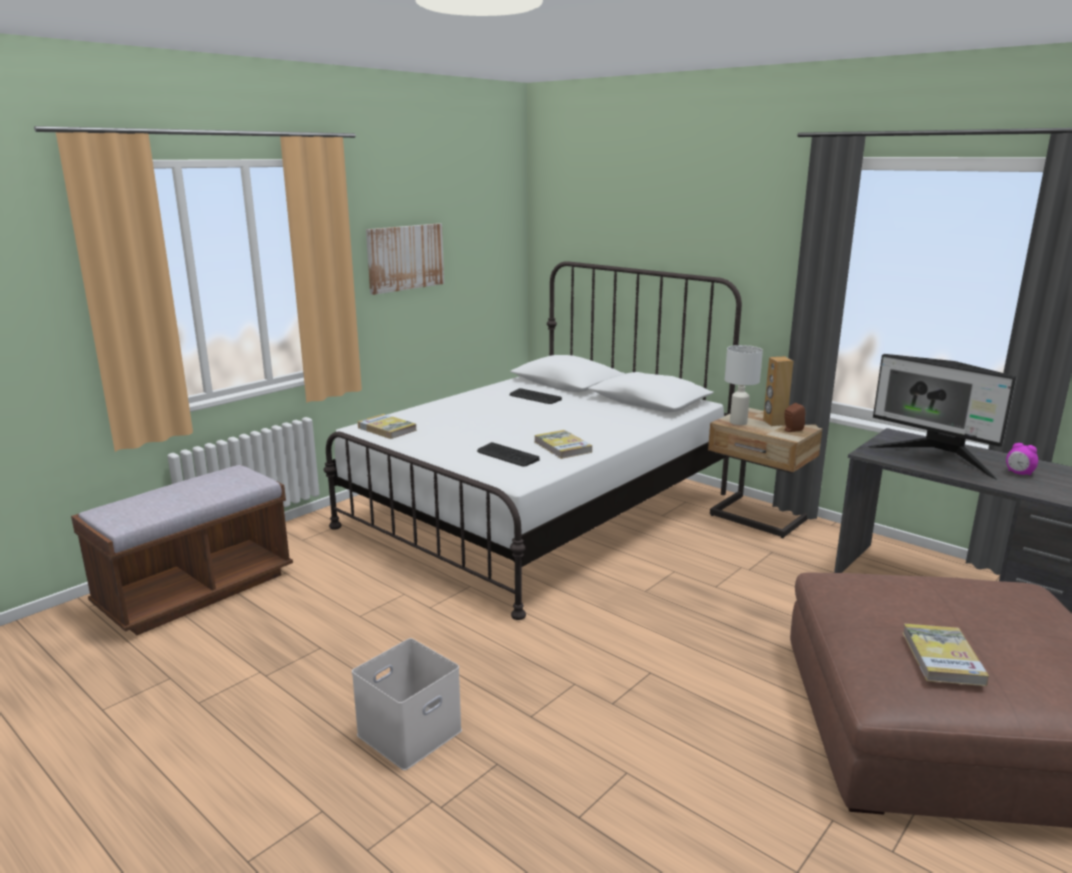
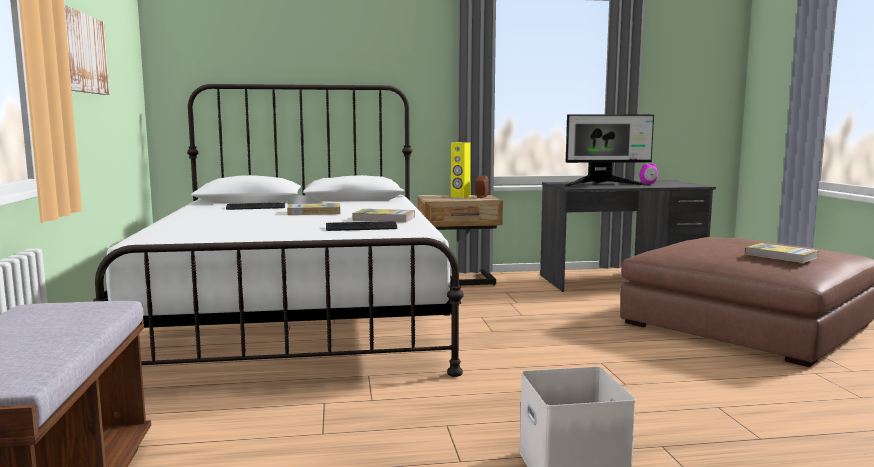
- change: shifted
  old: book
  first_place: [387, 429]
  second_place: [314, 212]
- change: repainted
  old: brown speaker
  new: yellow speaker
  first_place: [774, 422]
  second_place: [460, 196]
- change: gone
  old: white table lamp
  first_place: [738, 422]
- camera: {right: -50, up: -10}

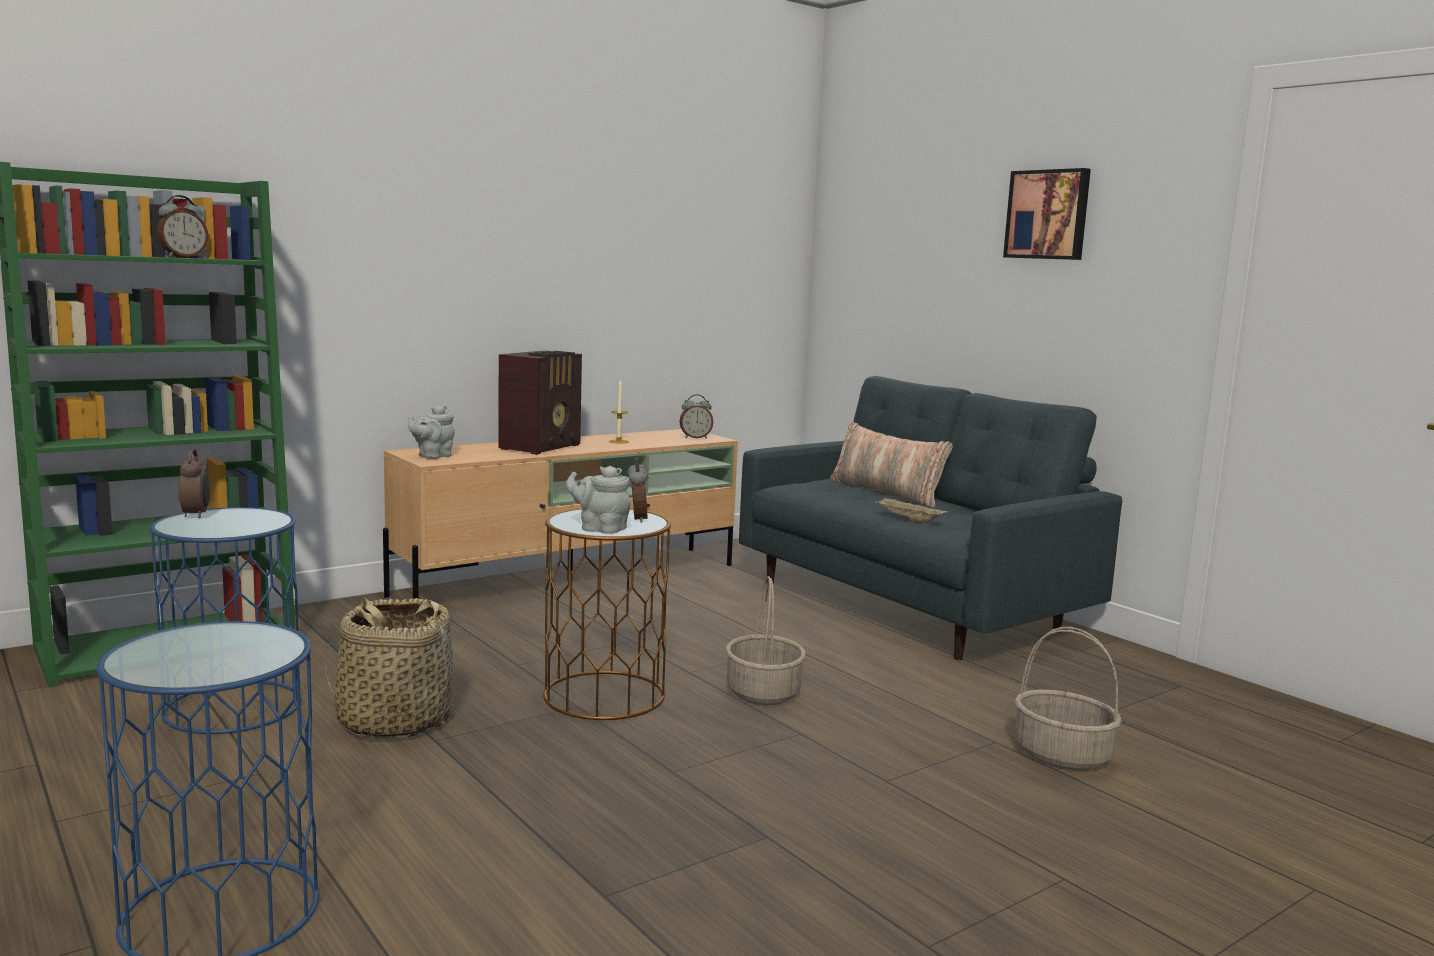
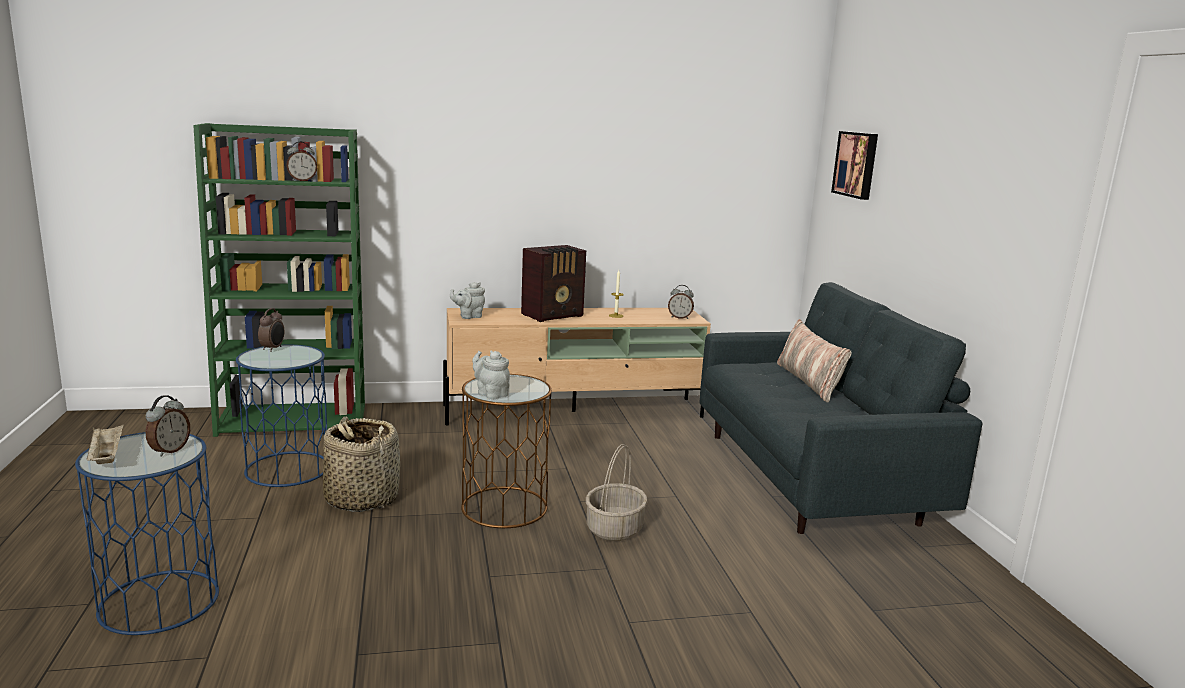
- change: shifted
  old: beige tray
  first_place: [908, 520]
  second_place: [106, 456]
- change: shifted
  old: alarm clock
  first_place: [636, 519]
  second_place: [169, 451]
- change: shifted
  old: picture
  first_place: [1048, 215]
  second_place: [857, 164]
- change: gone
  old: basket
  first_place: [1063, 755]
- camera: {right: 25, up: 5}

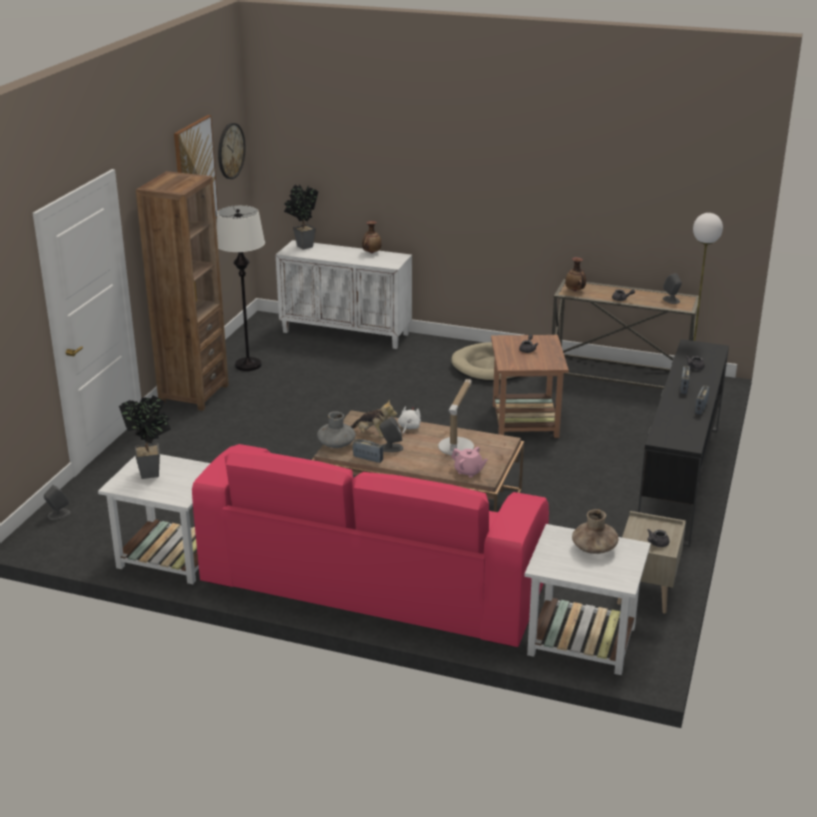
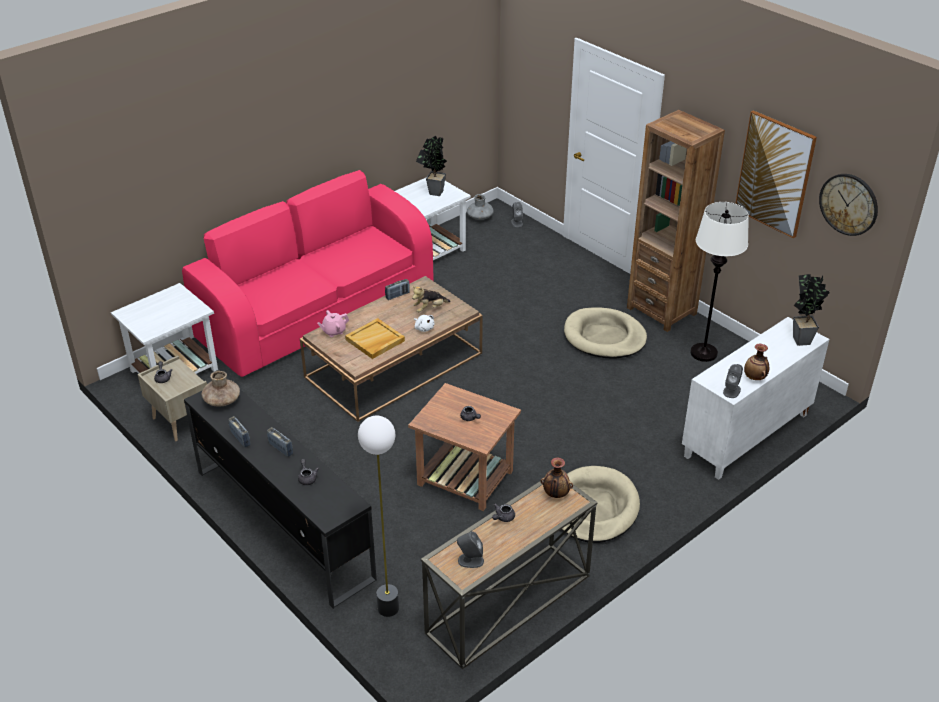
- change: shifted
  old: brown vase
  first_place: [594, 548]
  second_place: [222, 400]
- change: swapped
  old: table lamp
  new: beige tray
  first_place: [457, 445]
  second_place: [375, 341]
- change: shifted
  old: grey vase
  first_place: [336, 444]
  second_place: [480, 217]
- change: new
  new: beige dog bed
  second_place: [604, 337]
- change: shifted
  old: grey speaker
  first_place: [391, 448]
  second_place: [732, 391]
- camera: {right: 120, up: 10}

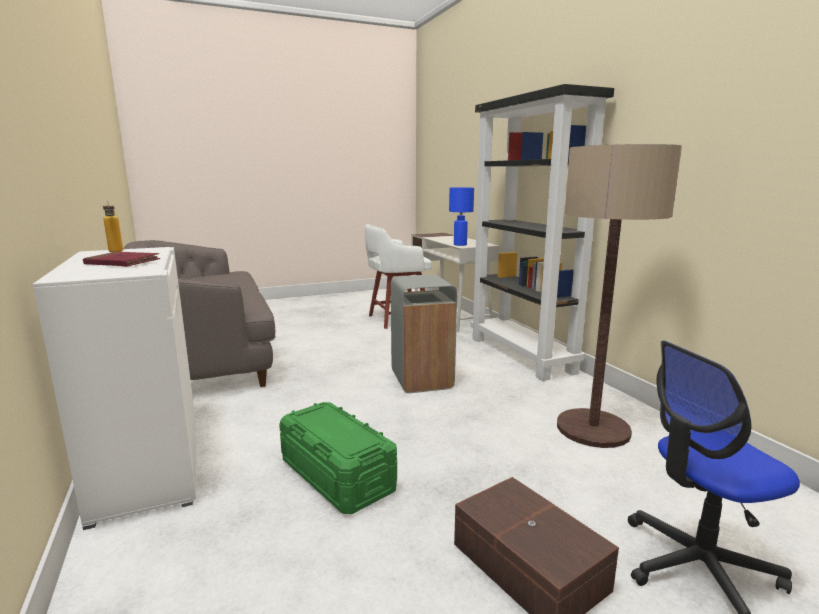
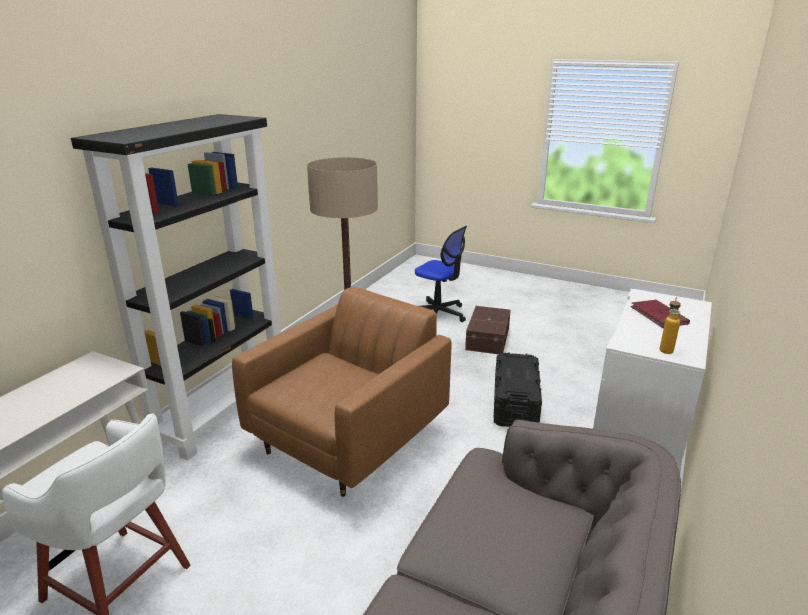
- change: swapped
  old: grey trash can
  new: brown armchair
  first_place: [421, 380]
  second_place: [349, 439]
- change: repainted
  old: green storage box
  new: black storage box
  first_place: [337, 475]
  second_place: [515, 403]
- change: gone
  old: blue table lamp
  first_place: [460, 245]
- camera: {right: -130, up: 10}

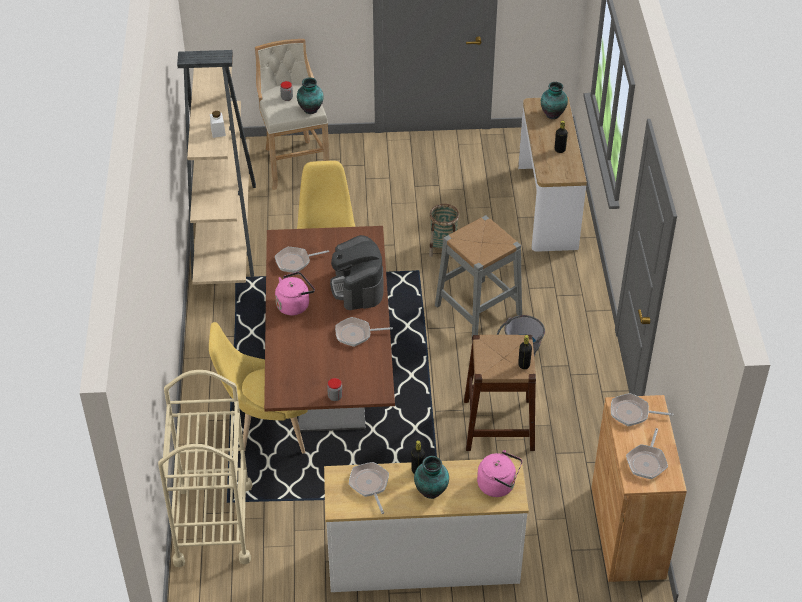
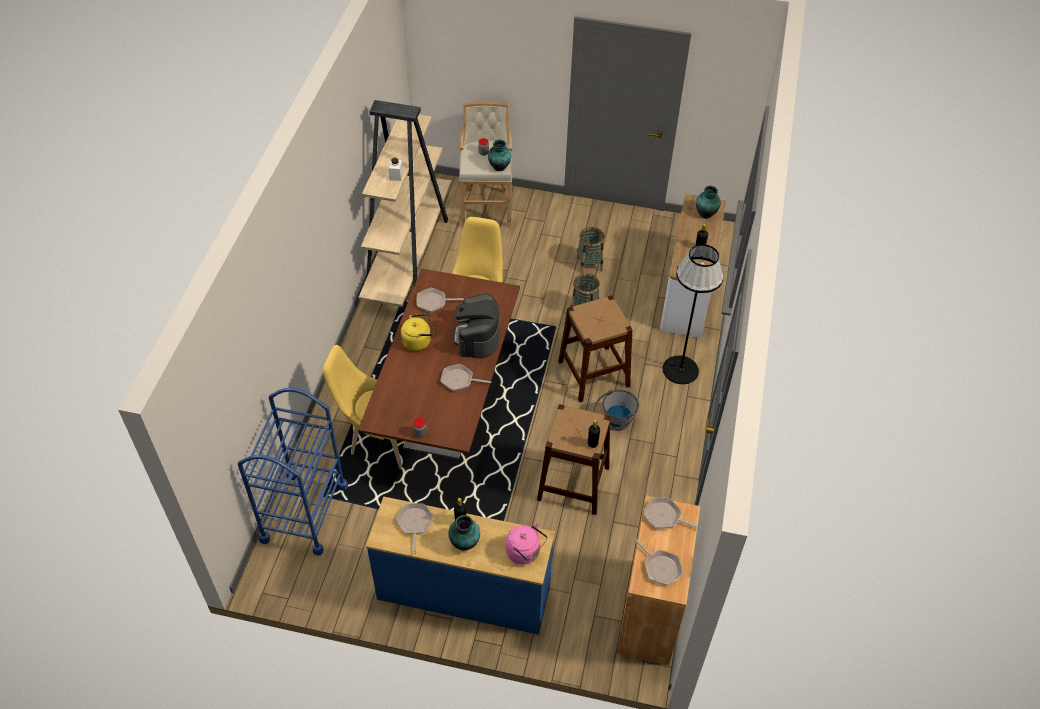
- change: repainted
  old: beige cart
  new: blue cart
  first_place: [213, 524]
  second_place: [304, 512]
- change: repainted
  old: white dresser
  new: blue dresser
  first_place: [423, 563]
  second_place: [463, 593]
- change: repainted
  old: pink kettle
  new: yellow kettle
  first_place: [294, 305]
  second_place: [418, 341]
- change: repainted
  old: grey stool
  new: brown stool
  first_place: [478, 309]
  second_place: [594, 373]
- change: new
  new: basket
  second_place: [589, 264]
- change: rotated
  old: frying pan
  first_place: [647, 462]
  second_place: [660, 567]
  degrees: -75
- change: new
  new: black floor lamp
  second_place: [680, 370]
- camera: {right: 15, up: 5}

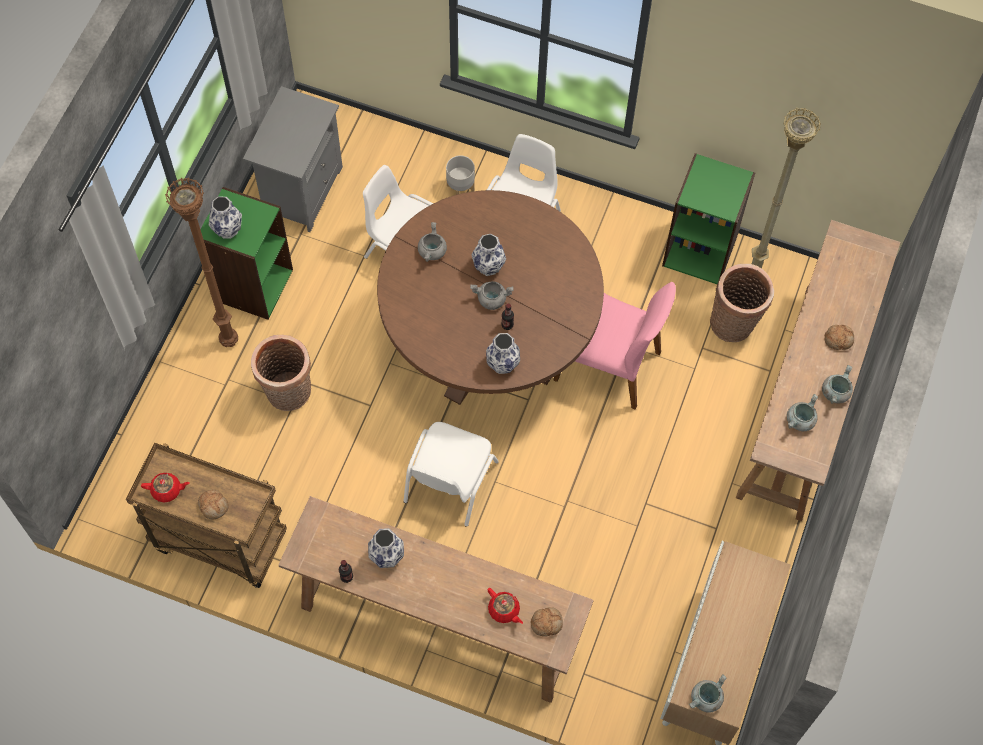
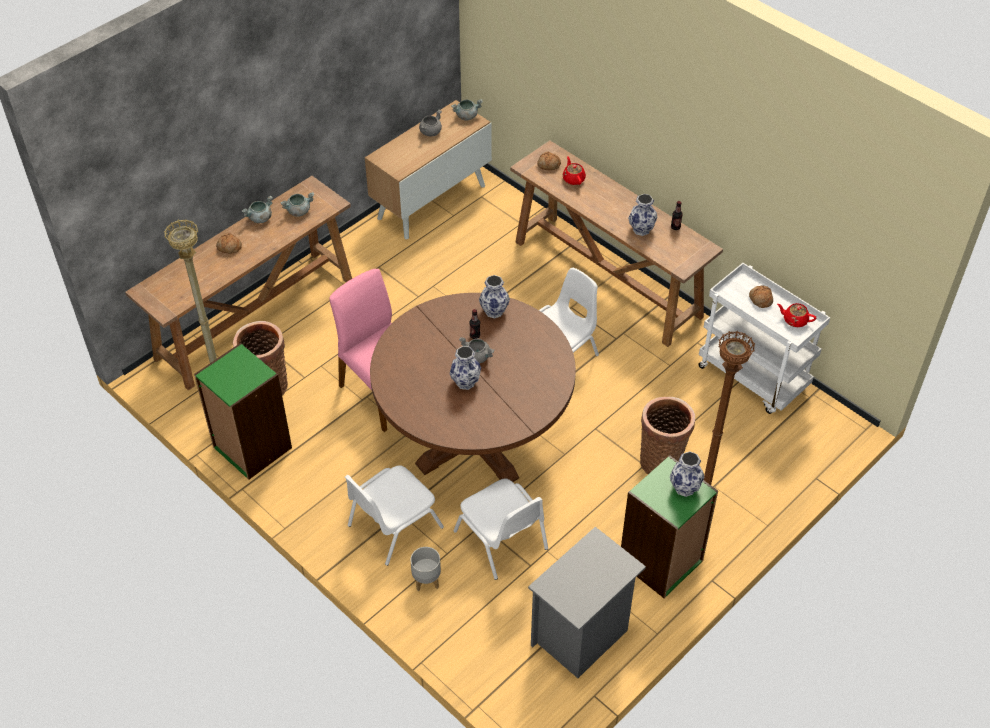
- change: shifted
  old: grey cooking pot
  first_place: [432, 252]
  second_place: [430, 132]
- change: repainted
  old: brown cart
  new: white cart
  first_place: [218, 541]
  second_place: [754, 377]
- camera: {right: -155, up: -15}

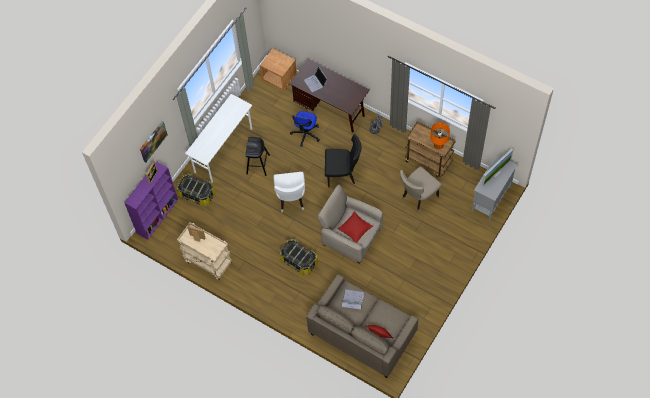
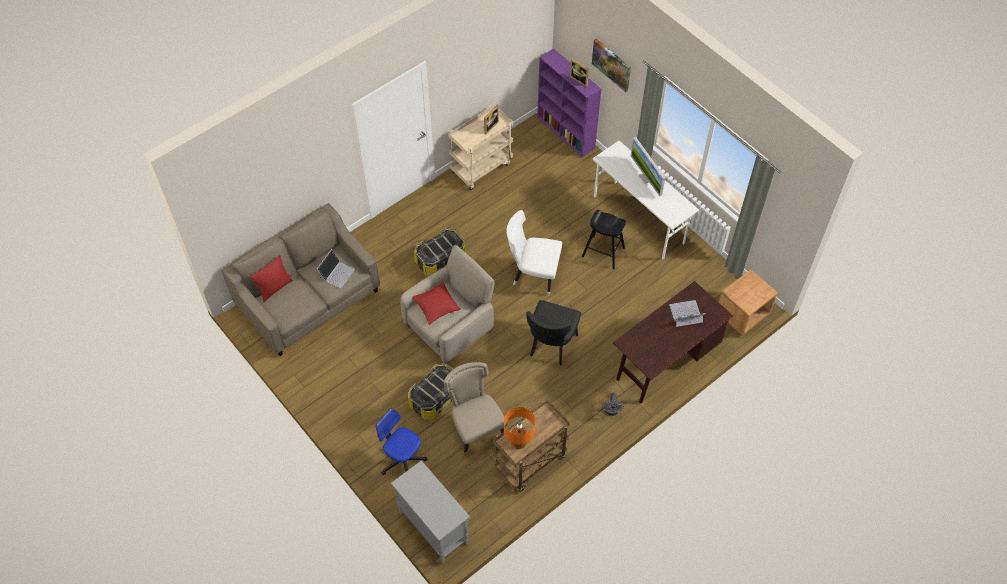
- change: shifted
  old: office chair
  first_place: [306, 134]
  second_place: [402, 460]
- change: shifted
  old: storage box
  first_place: [197, 194]
  second_place: [435, 398]
- change: shifted
  old: monitor
  first_place: [495, 173]
  second_place: [646, 178]
- camera: {right: 105, up: -5}

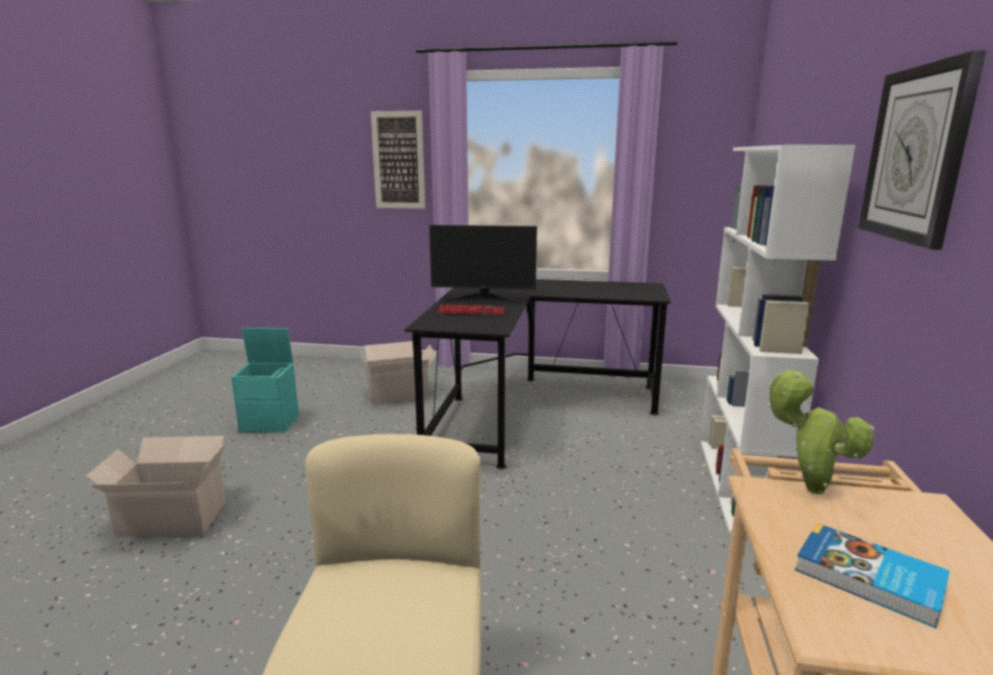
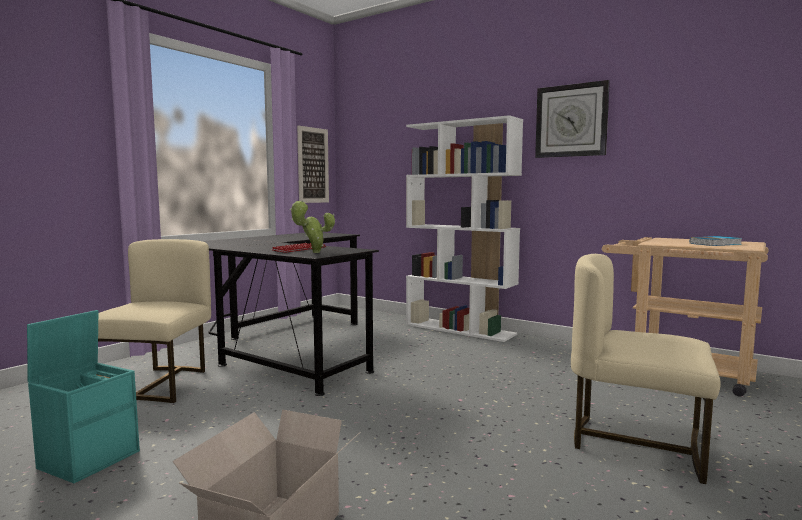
- change: swapped
  old: cardboard box
  new: beige chair
  first_place: [400, 394]
  second_place: [158, 384]
- change: shifted
  old: potted plant
  first_place: [807, 488]
  second_place: [313, 252]
- change: shifted
  old: picture
  first_place: [398, 160]
  second_place: [313, 165]
- change: gone
  old: monitor
  first_place: [483, 298]
- camera: {right: -65, up: -10}

